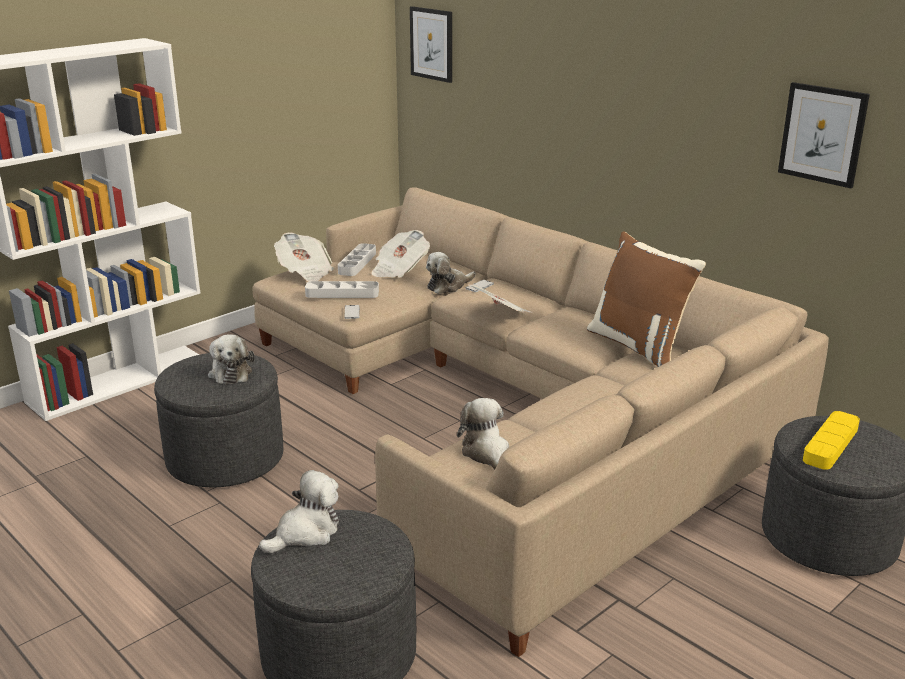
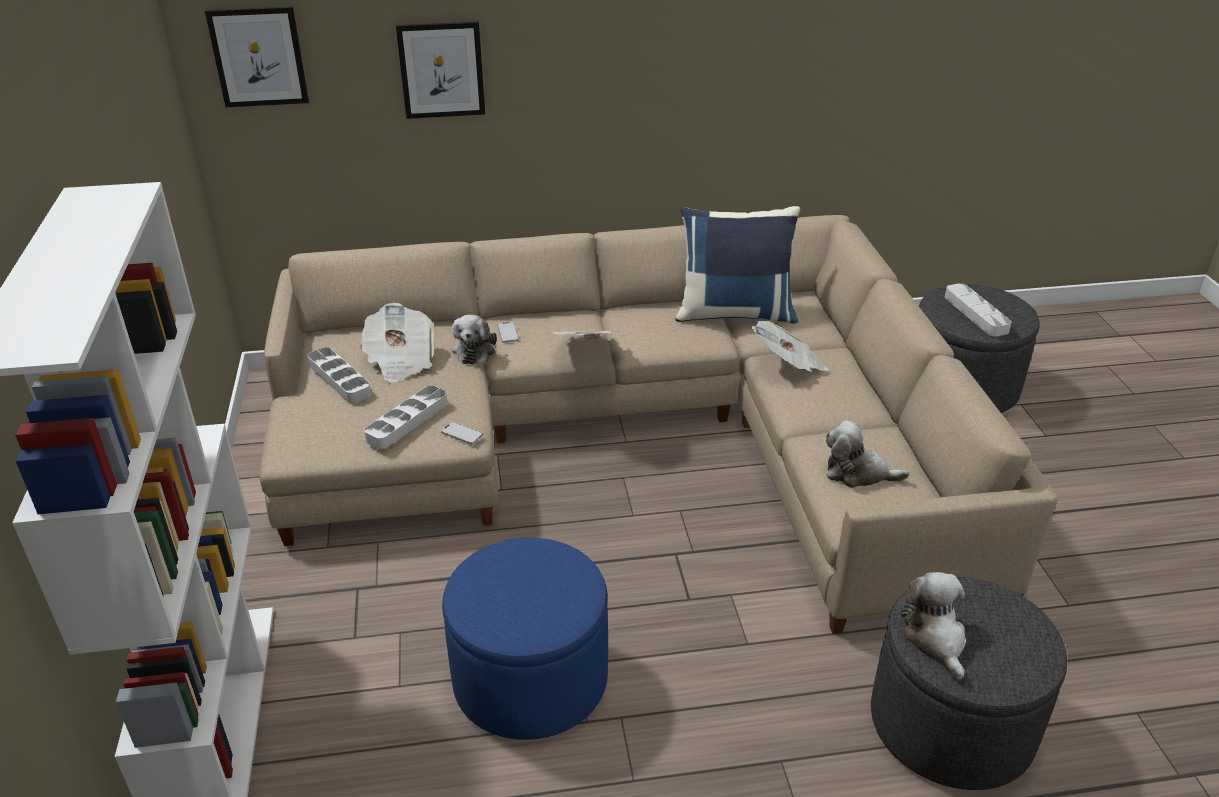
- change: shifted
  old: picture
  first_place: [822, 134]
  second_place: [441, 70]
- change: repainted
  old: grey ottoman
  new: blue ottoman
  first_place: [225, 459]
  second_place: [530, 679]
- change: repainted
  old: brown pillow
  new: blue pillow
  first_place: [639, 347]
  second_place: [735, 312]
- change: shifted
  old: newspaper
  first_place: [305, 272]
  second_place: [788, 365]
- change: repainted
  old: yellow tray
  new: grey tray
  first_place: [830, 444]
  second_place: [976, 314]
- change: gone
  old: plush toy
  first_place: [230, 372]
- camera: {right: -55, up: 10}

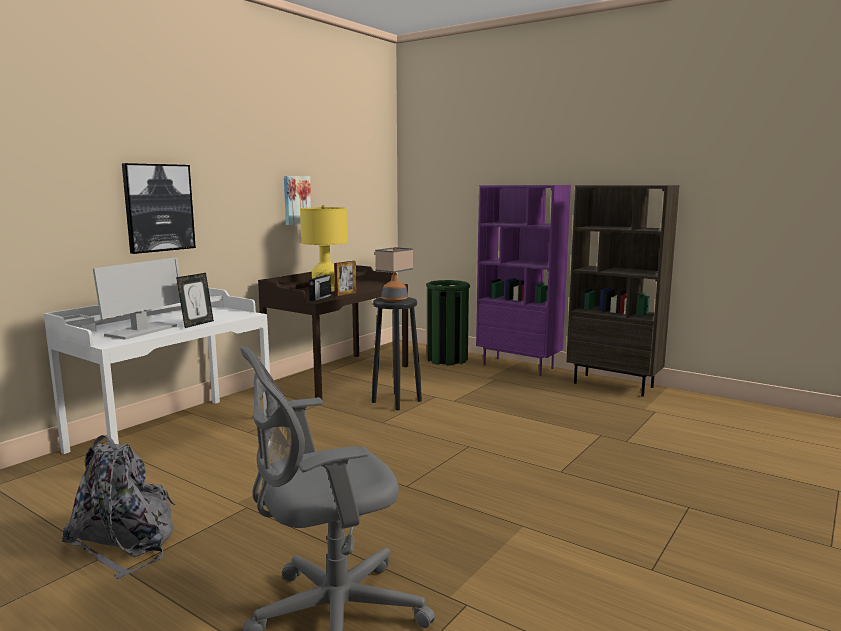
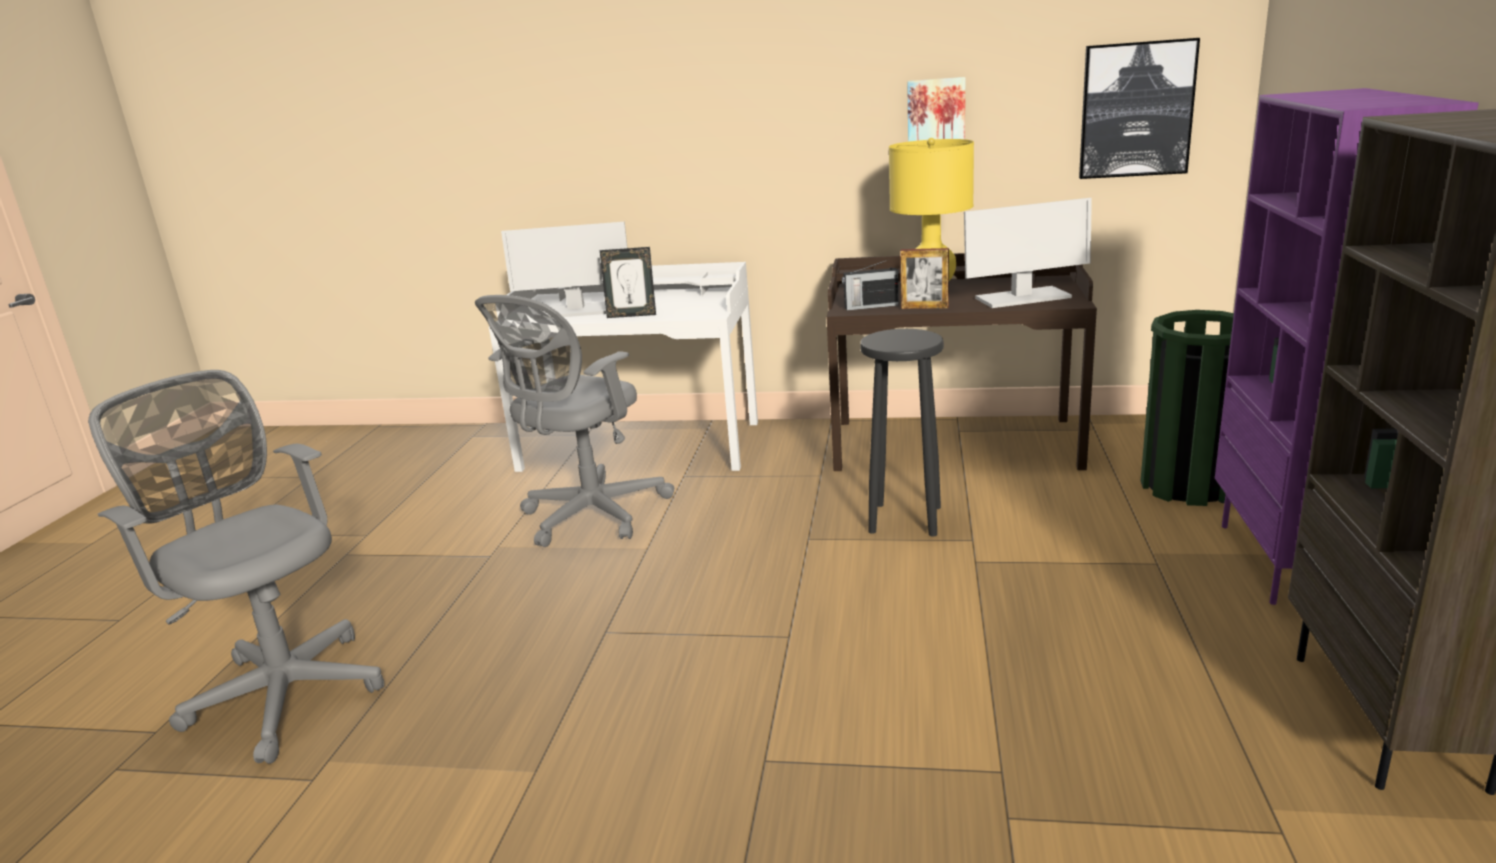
- change: new
  new: grey office chair
  second_place: [589, 517]
- change: new
  new: monitor
  second_place: [1022, 298]
- change: shifted
  old: picture
  first_place: [158, 207]
  second_place: [1136, 110]
- change: gone
  old: grey backpack
  first_place: [126, 542]
- change: gone
  old: table lamp
  first_place: [394, 300]
- camera: {right: 65, up: 10}

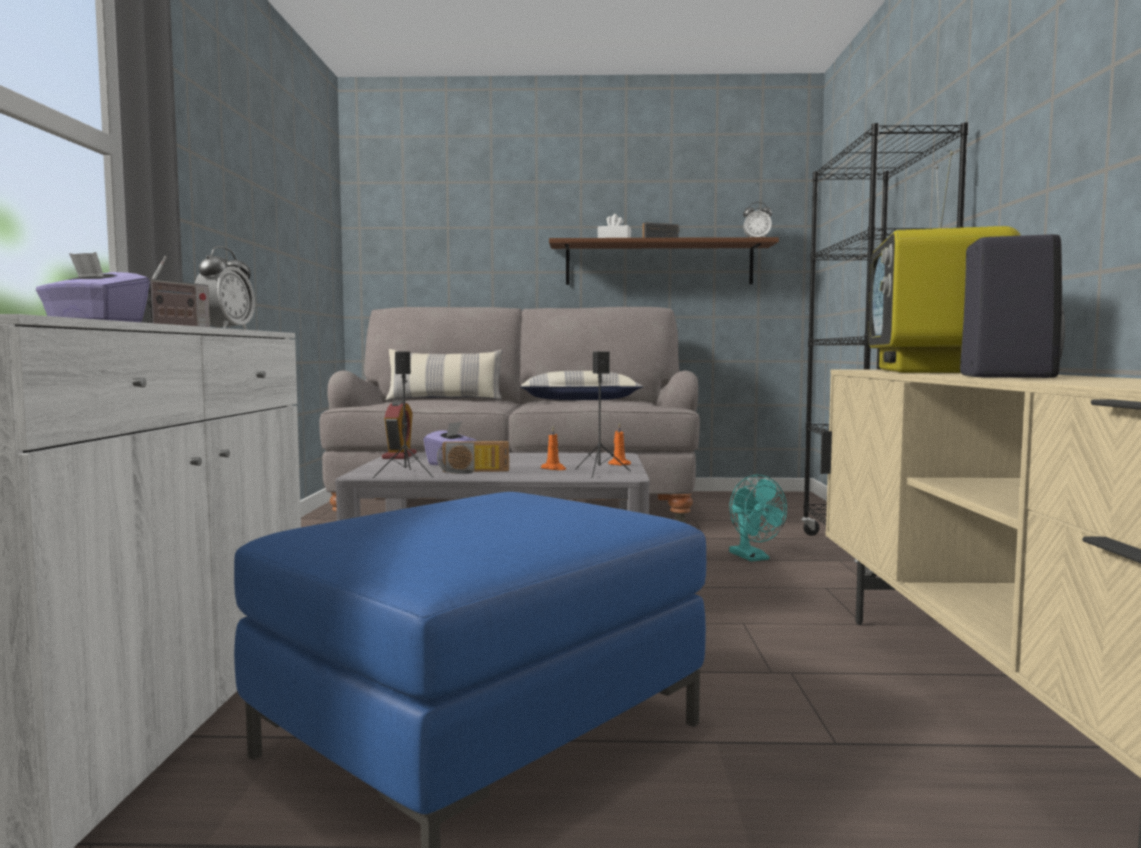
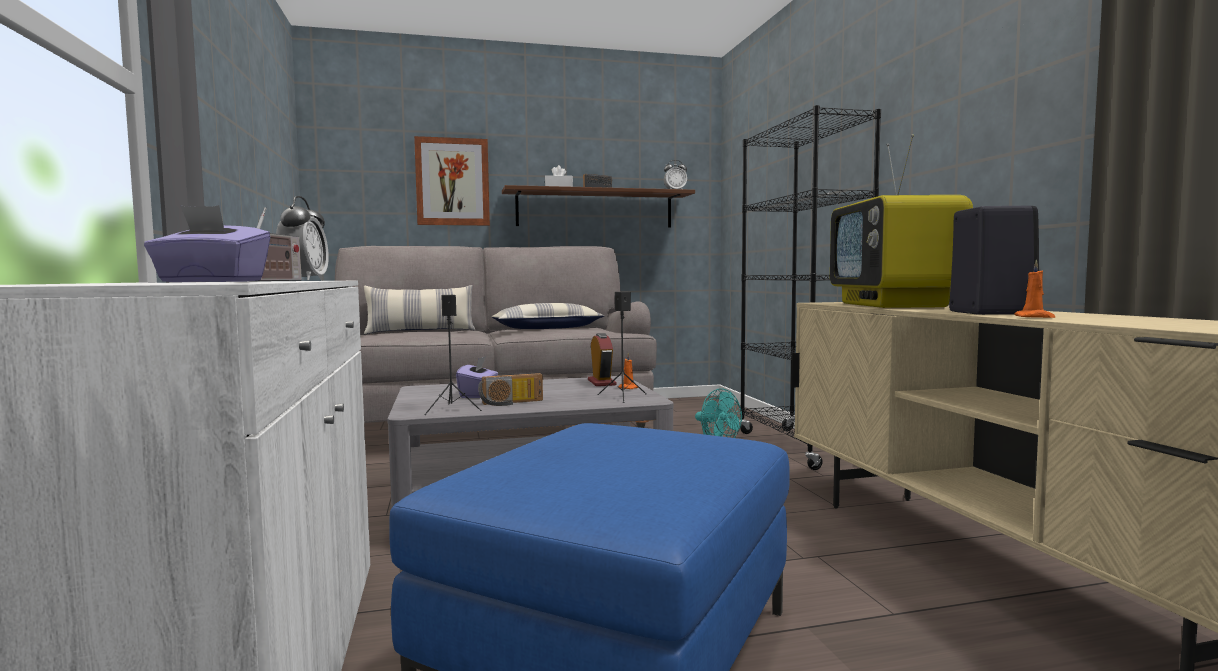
- change: new
  new: picture
  second_place: [452, 182]
- change: shifted
  old: alarm clock
  first_place: [399, 456]
  second_place: [601, 382]
- change: shifted
  old: orange candle
  first_place: [554, 469]
  second_place: [1035, 317]
- camera: {right: -15, up: 0}

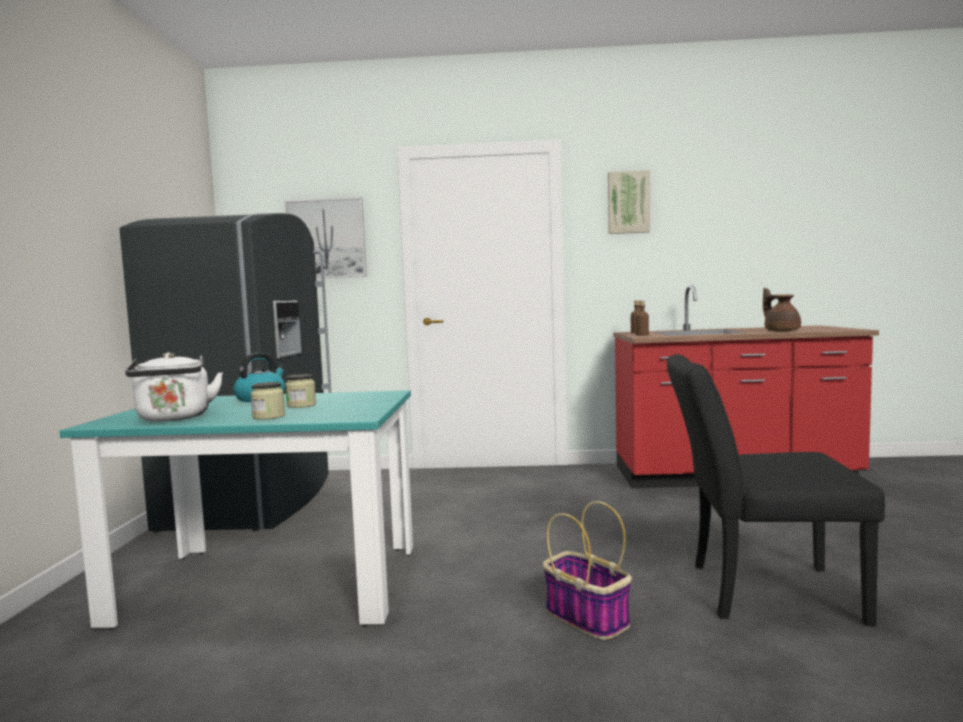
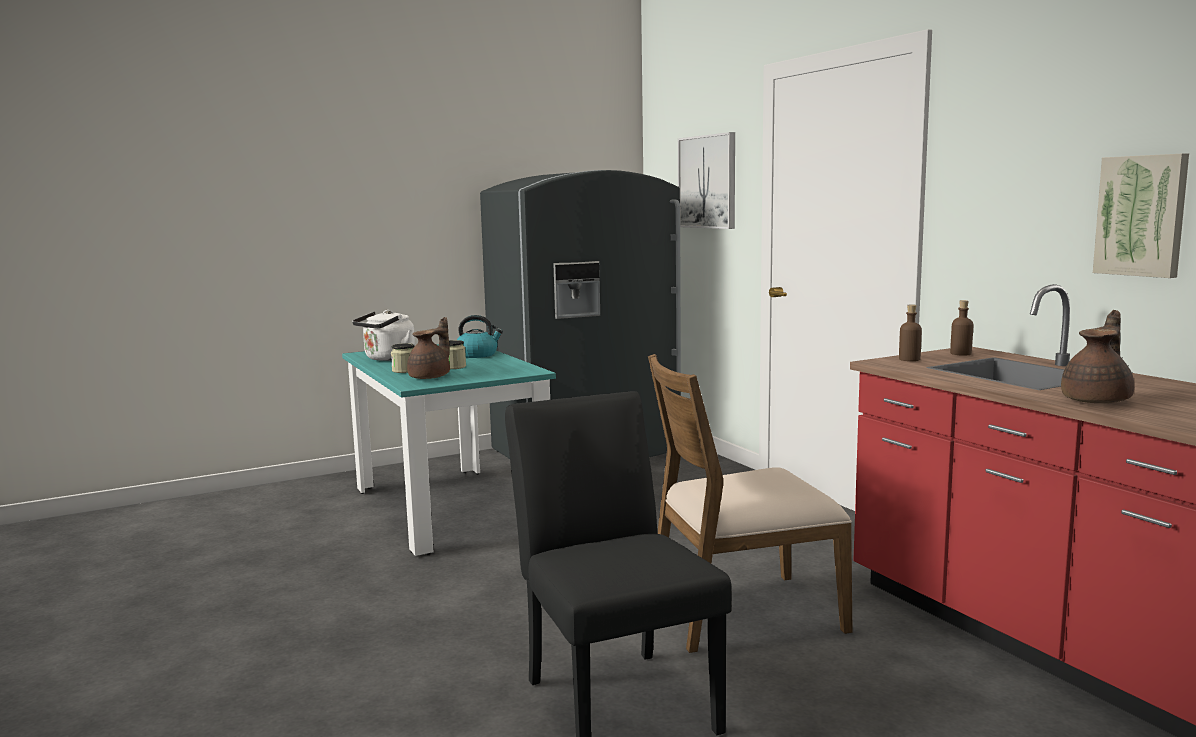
- change: new
  new: brown teapot
  second_place: [431, 377]
- change: new
  new: brown chair
  second_place: [743, 613]
- change: shifted
  old: picture
  first_place: [628, 202]
  second_place: [1142, 215]
- change: gone
  old: basket
  first_place: [585, 617]
- camera: {right: 60, up: 5}

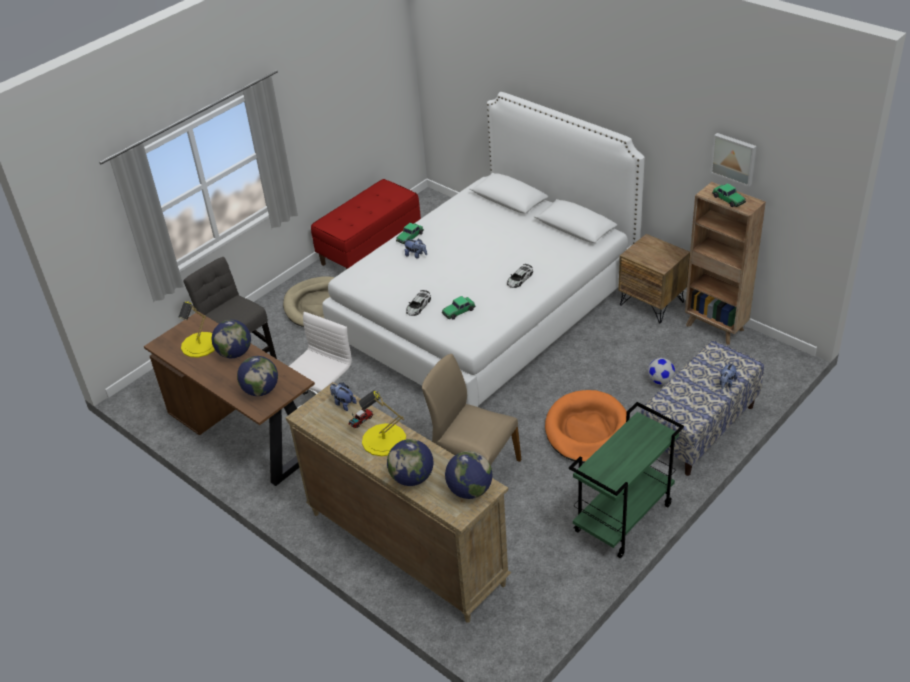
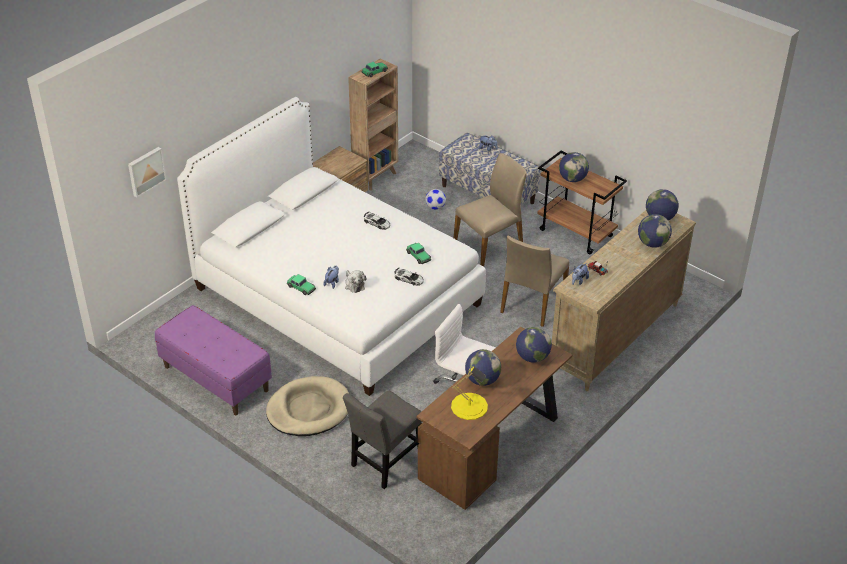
- change: shifted
  old: picture
  first_place: [734, 158]
  second_place: [146, 171]
- change: repainted
  old: red bench
  new: purple bench
  first_place: [370, 248]
  second_place: [215, 378]
- change: new
  new: plush toy
  second_place: [354, 285]
- change: swapped
  old: orange dog bed
  new: beige chair
  first_place: [587, 430]
  second_place: [489, 245]
- change: repainted
  old: green cart
  new: brown cart
  first_place: [623, 519]
  second_place: [576, 233]
- change: new
  new: globe
  second_place: [572, 179]
- change: gone
  old: yellow table lamp
  first_place: [384, 440]
- camera: {right: -95, up: 0}

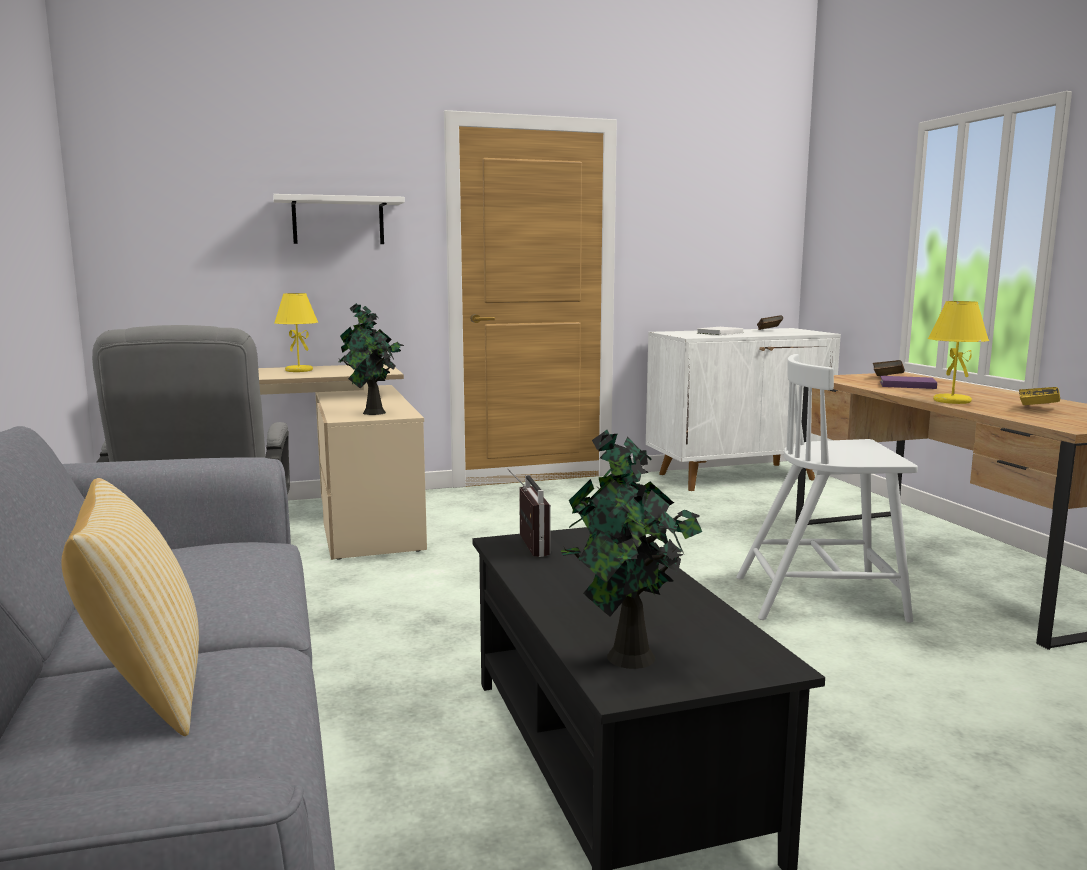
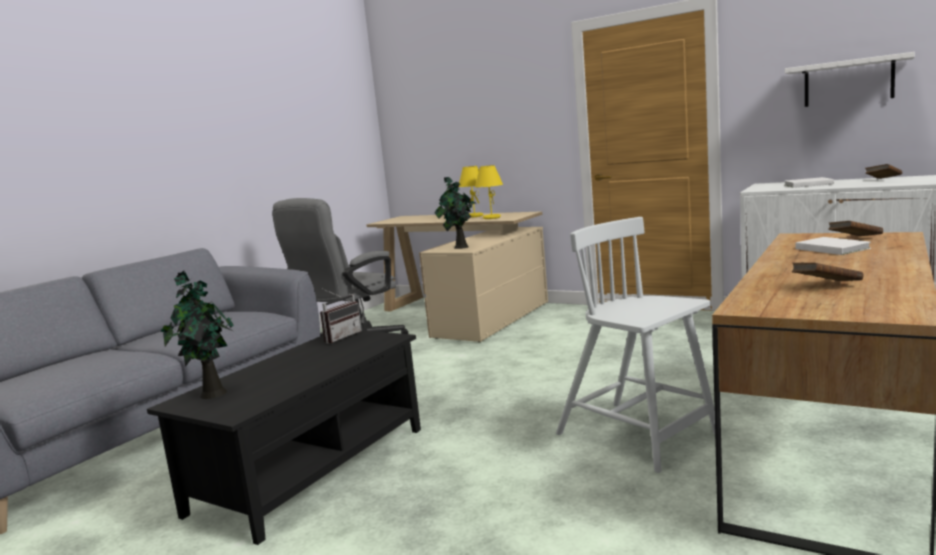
- change: shifted
  old: yellow table lamp
  first_place: [951, 401]
  second_place: [491, 218]
- change: shifted
  old: white shelf
  first_place: [338, 221]
  second_place: [848, 82]
- change: repainted
  old: yellow book
  new: brown book
  first_place: [1037, 409]
  second_place: [826, 286]
- change: repainted
  old: purple book
  new: white book
  first_place: [905, 385]
  second_place: [831, 248]
- change: gone
  old: pillow
  first_place: [145, 691]
- camera: {right: 50, up: 0}

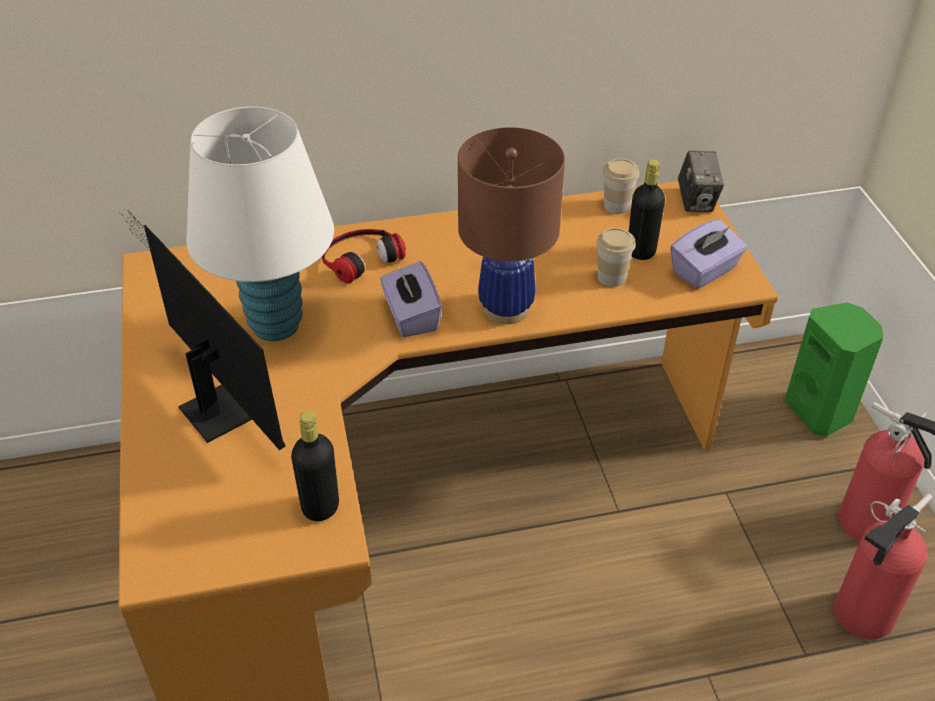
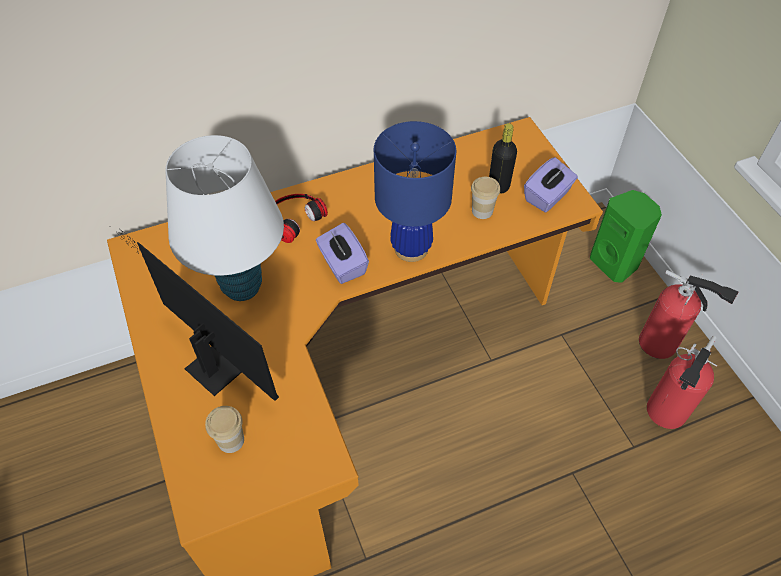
- change: shifted
  old: cup
  first_place: [617, 206]
  second_place: [231, 440]
- change: repainted
  old: brown table lamp
  new: blue table lamp
  first_place: [505, 309]
  second_place: [411, 248]
- change: gone
  old: black bottle
  first_place: [320, 507]
- change: gone
  old: photo camera
  first_place: [696, 201]
- camera: {right: -10, up: 10}

